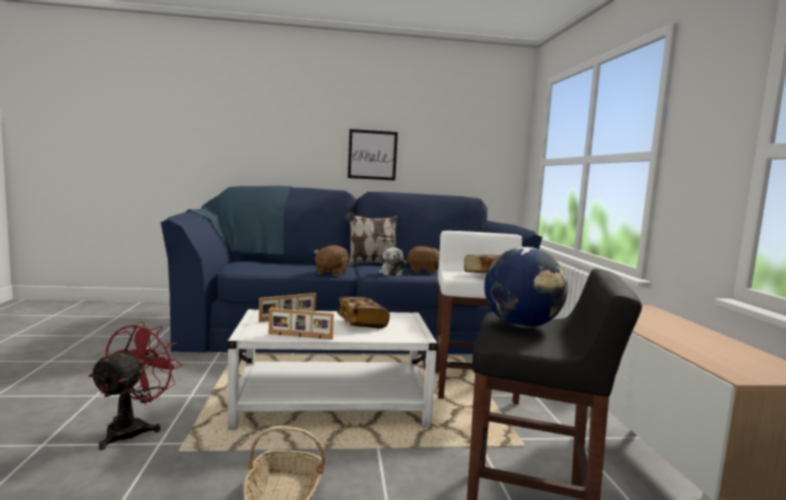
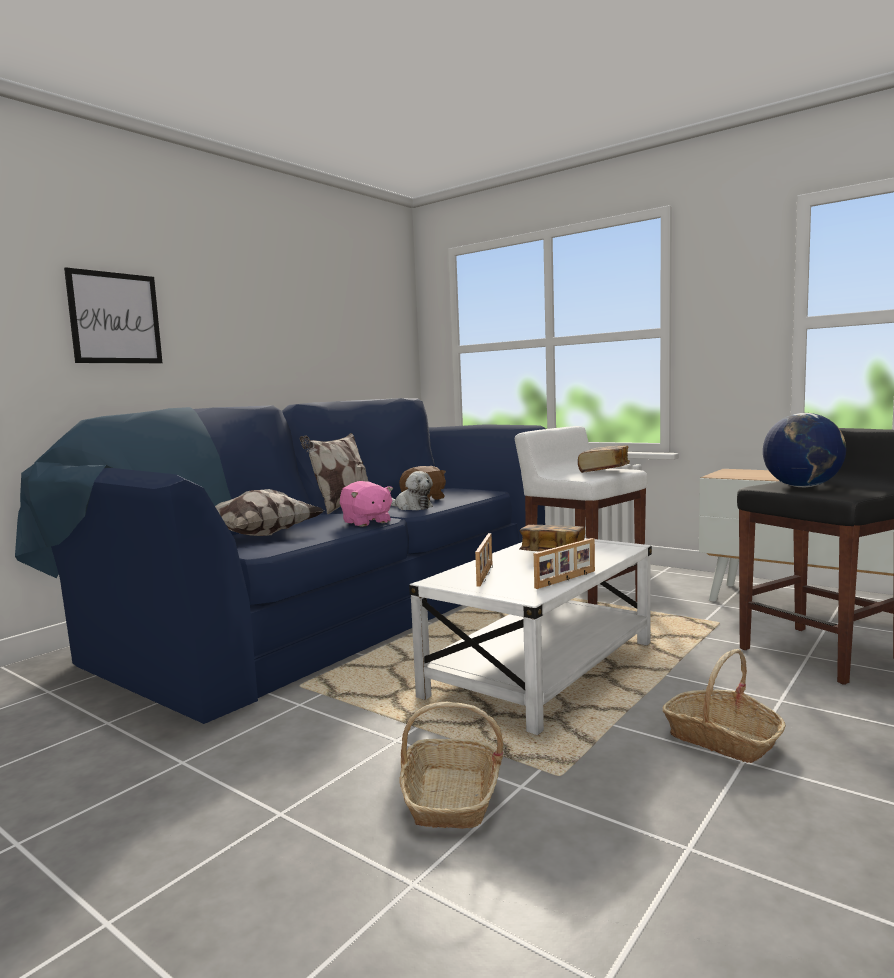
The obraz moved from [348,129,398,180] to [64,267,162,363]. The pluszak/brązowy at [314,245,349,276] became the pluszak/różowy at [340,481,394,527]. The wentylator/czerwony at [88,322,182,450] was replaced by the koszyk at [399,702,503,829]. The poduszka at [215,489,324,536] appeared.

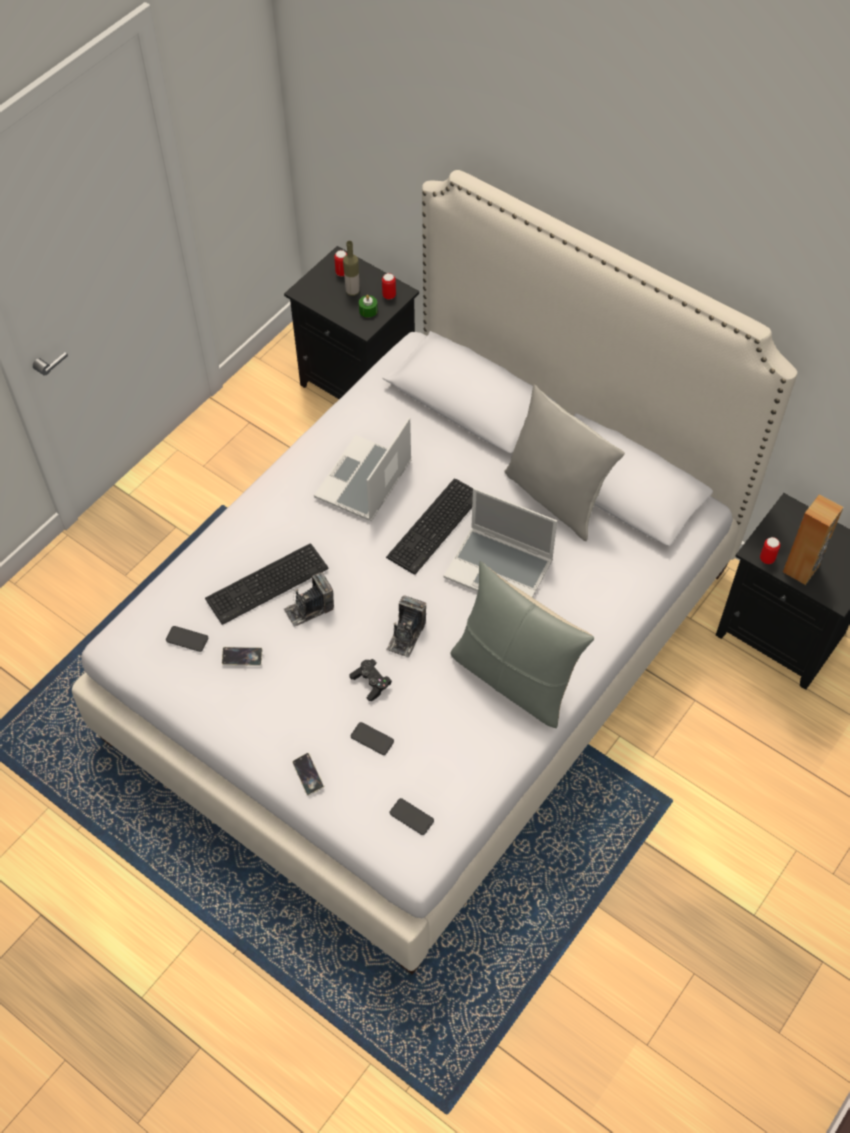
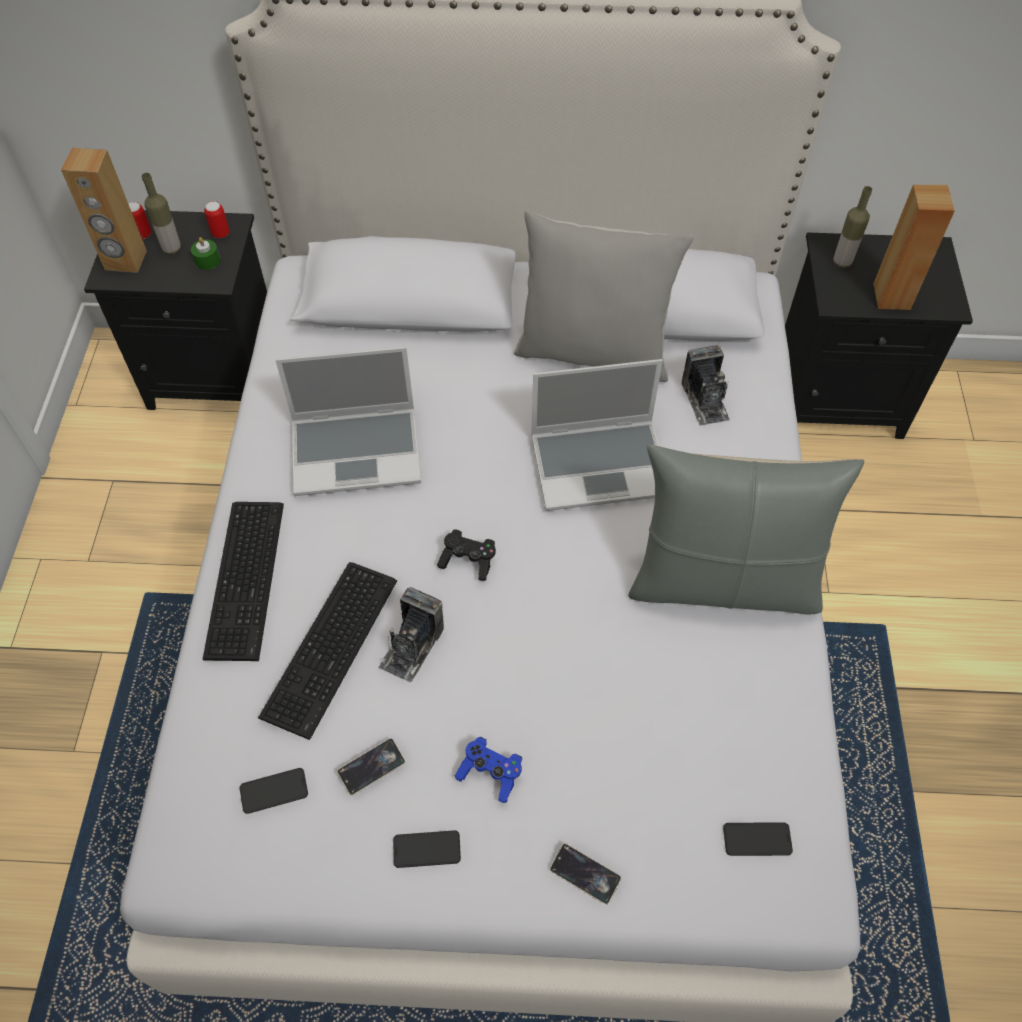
The laptop at [314,417,412,521] turned 90 degrees counterclockwise. The klawiatura moved from [386,479,473,575] to [203,502,284,661]. The puszka at [760,537,780,564] disappeared. The aparat fotograficzny moved from [386,595,426,658] to [681,345,730,426]. The pad do gier/czarny moved from [349,659,392,701] to [437,530,496,581]. The telefon moved from [351,722,394,755] to [393,830,461,868]. The głośnik/brązowy at [61,148,147,273] appeared. The butelka at [833,186,872,268] appeared. The pad do gier/niebieski at [455,737,522,803] appeared.

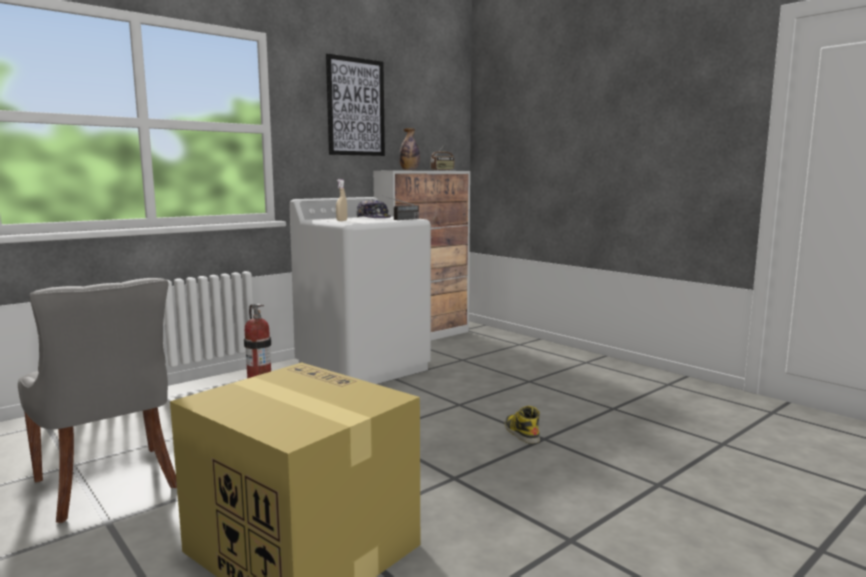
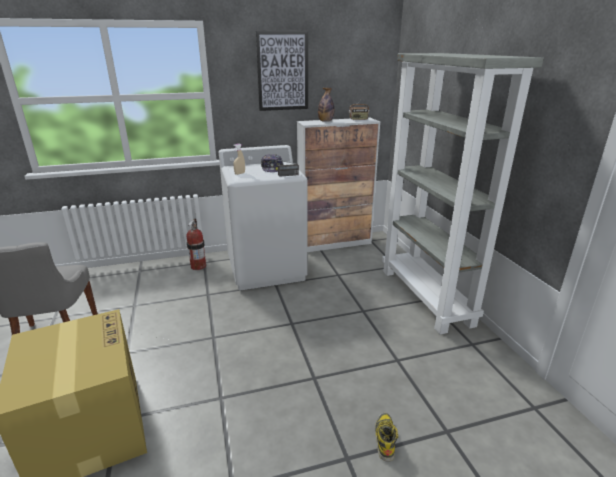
The but z cholewką moved from [504,406,540,444] to [375,413,398,462]. The regał/szary at [382,53,544,335] appeared.

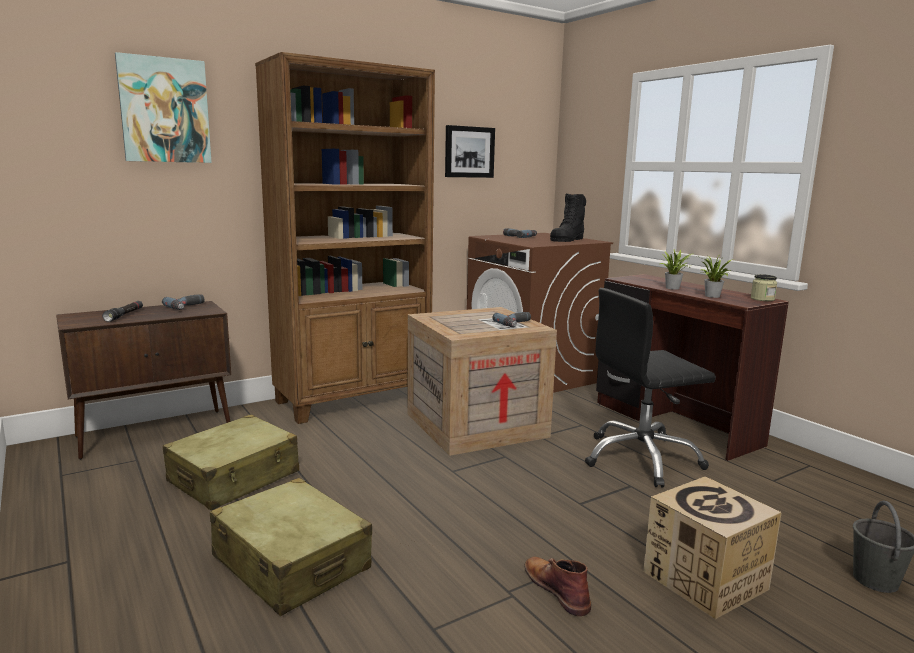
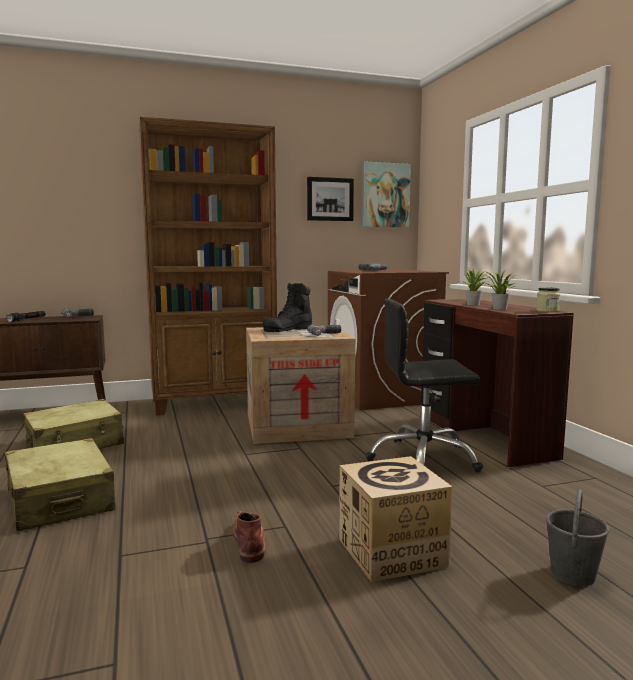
The obraz moved from [115,52,212,163] to [362,161,411,228]. The but z cholewką/czarny moved from [550,193,586,242] to [263,283,312,332].

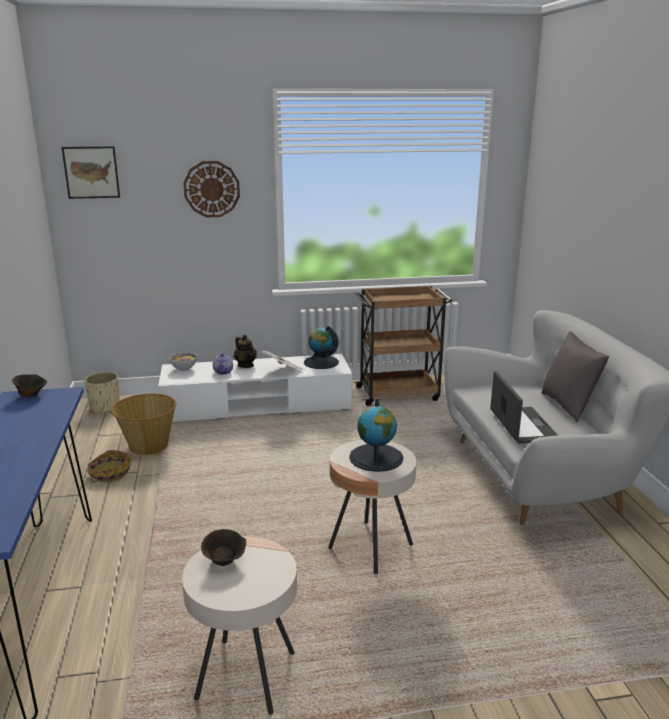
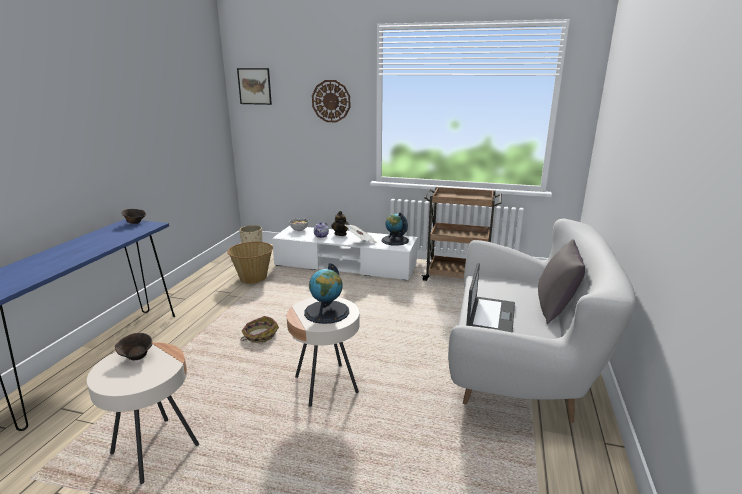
The koszyk moved from [88,450,131,482] to [241,316,279,343].

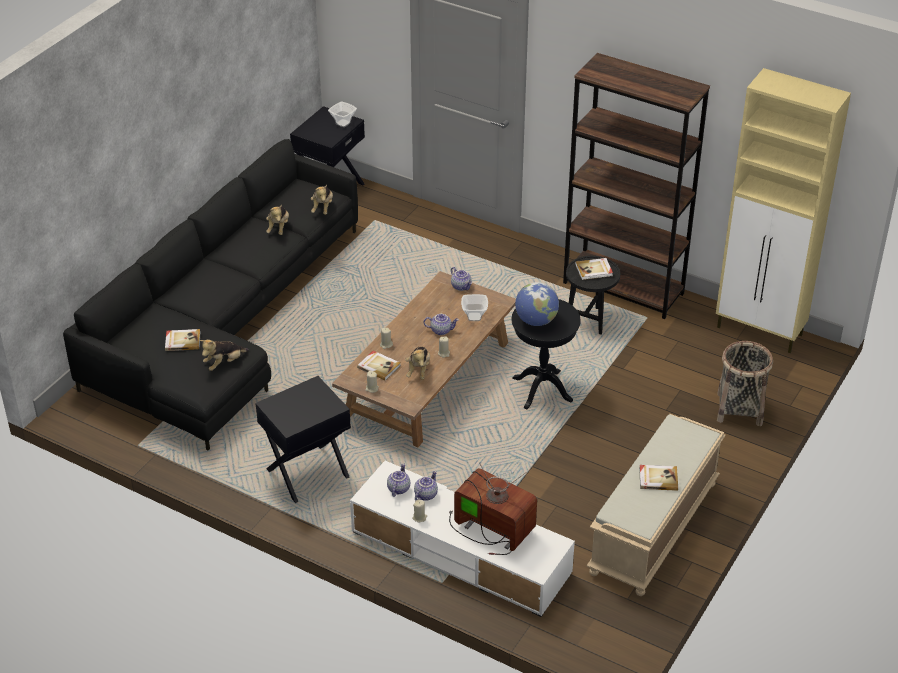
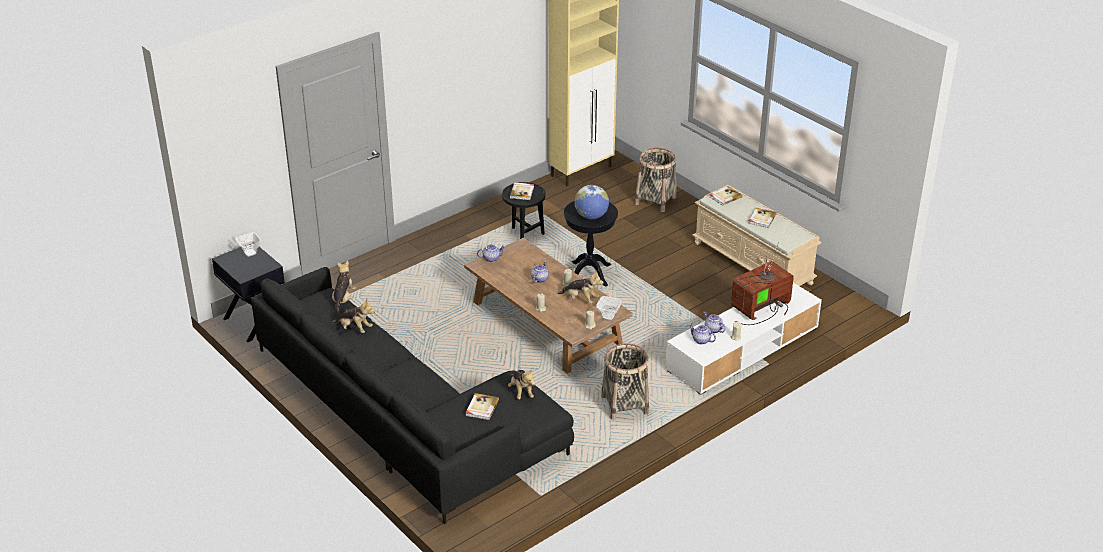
The regał/brązowy at [563,53,710,319] disappeared. The pluszak at [311,185,333,215] turned 105 degrees counterclockwise. The miska moved from [461,294,488,321] to [596,296,622,321]. The książka moved from [357,351,401,381] to [709,186,742,206]. The stolik/czarny at [255,376,351,503] was replaced by the koszyk at [601,343,649,420].

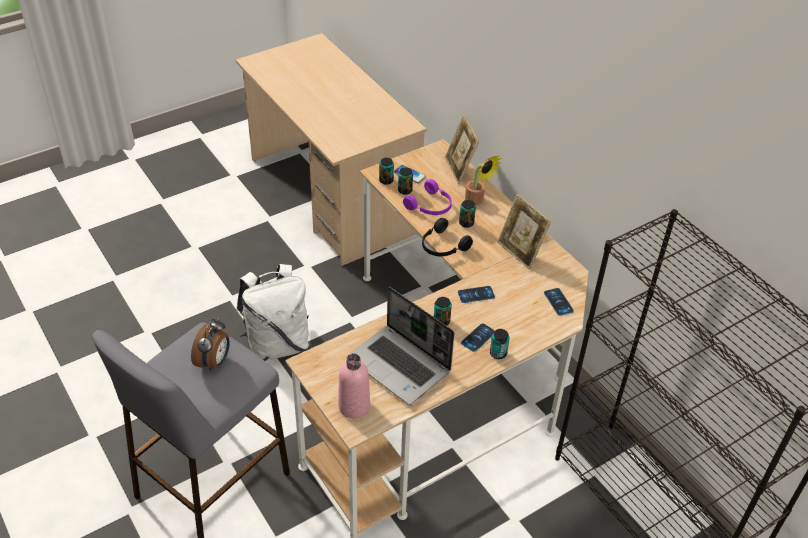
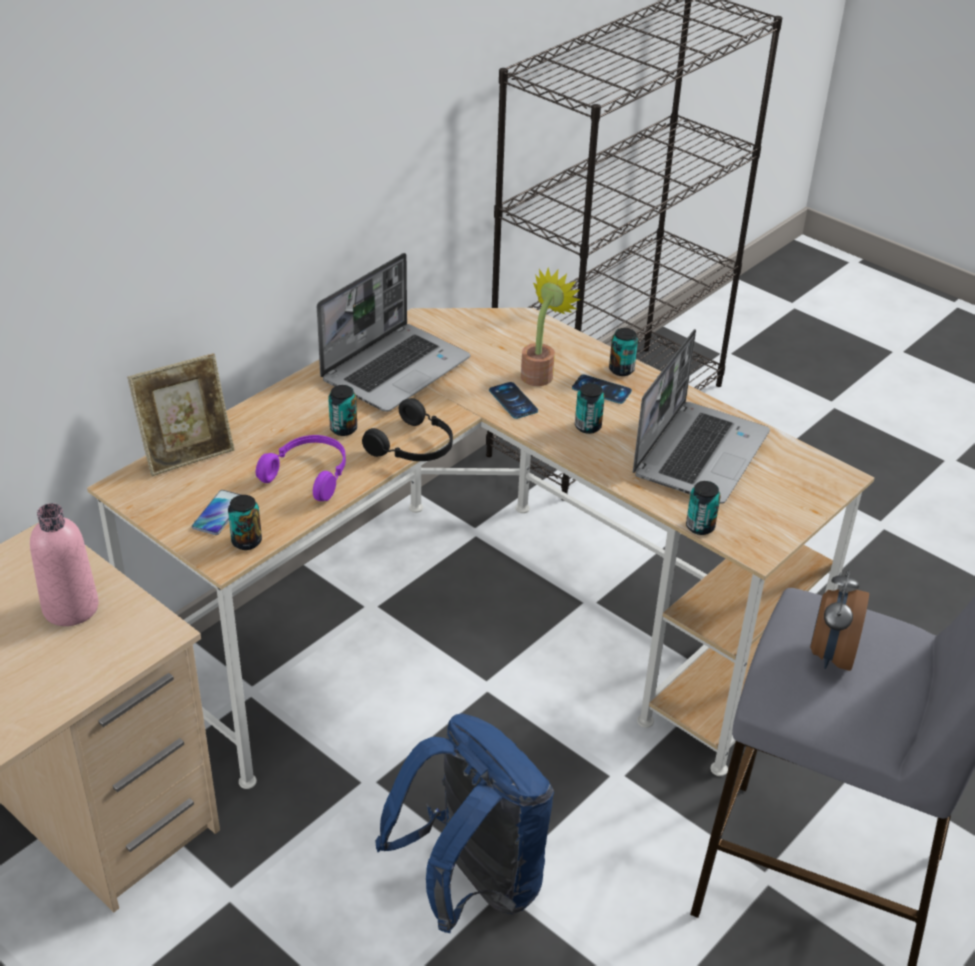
The roślina doniczkowa moved from [465,156,501,205] to [521,268,581,386]. The puszka moved from [398,167,413,195] to [686,481,721,535]. The ramka na zdjęcie at [497,194,551,270] was replaced by the laptop at [317,253,470,412]. The plecak/biały at [236,264,309,361] became the plecak/niebieski at [375,714,554,933]. The telefon at [544,288,574,316] disappeared. The budzik at [191,319,230,371] turned 75 degrees counterclockwise. The butelka/różowy moved from [338,353,370,418] to [30,503,99,626].

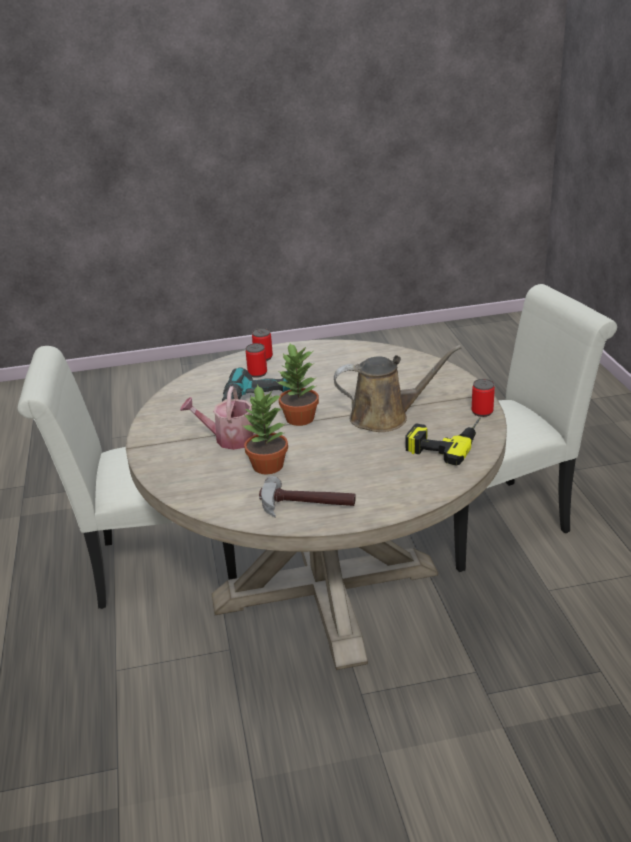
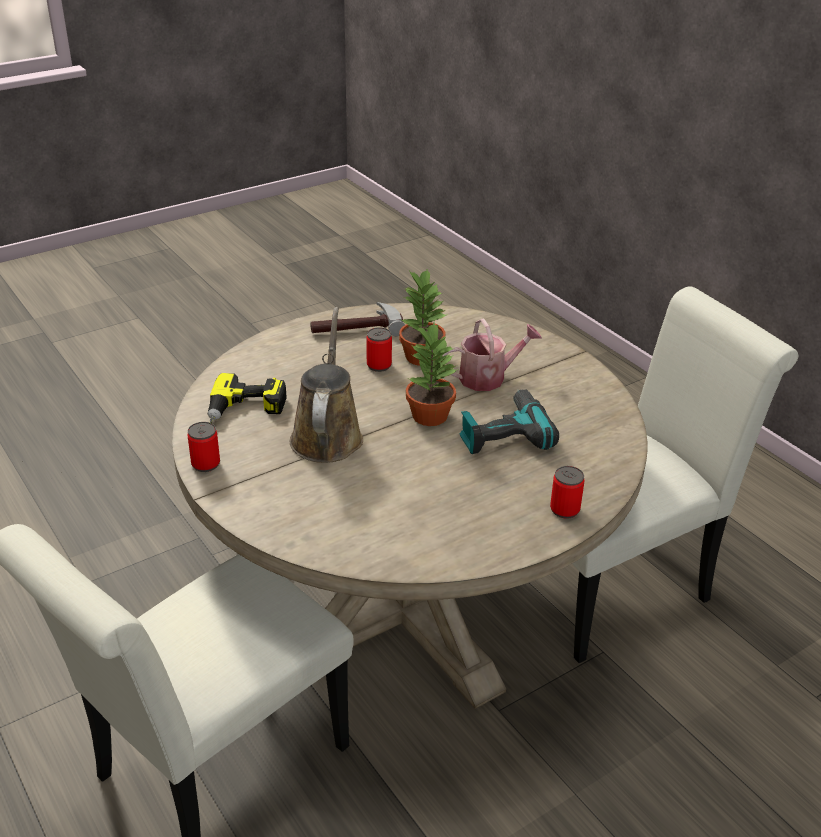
The puszka moved from [246,343,267,378] to [366,327,392,372]. The konewka/brązowy at [334,345,461,432] turned 120 degrees clockwise.

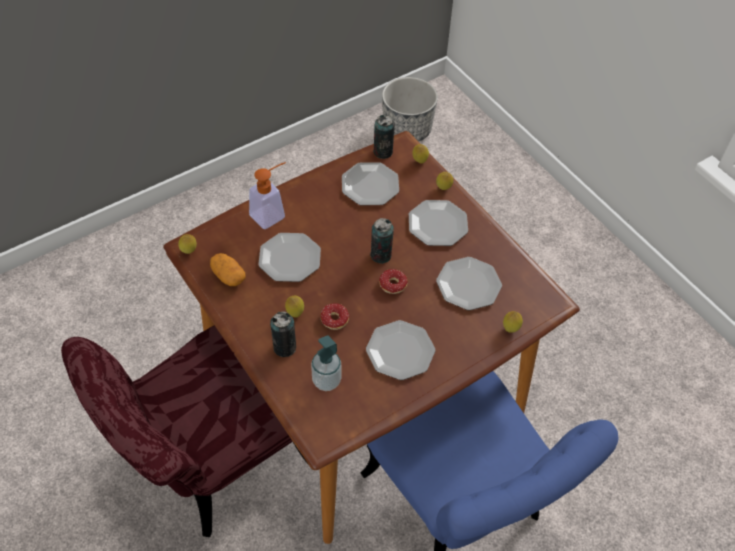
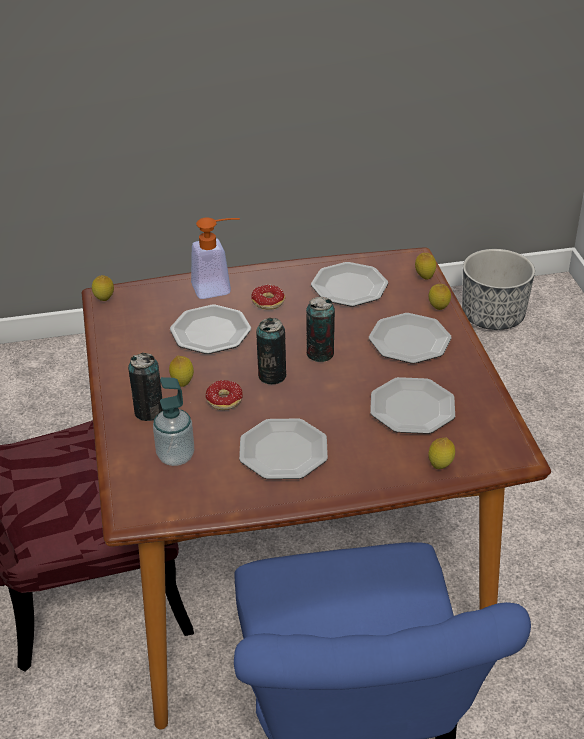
The puszka moved from [373,115,394,159] to [256,318,286,384]. The ziemniak at [210,253,245,286] disappeared. The donut moved from [379,269,408,294] to [251,285,285,310].

